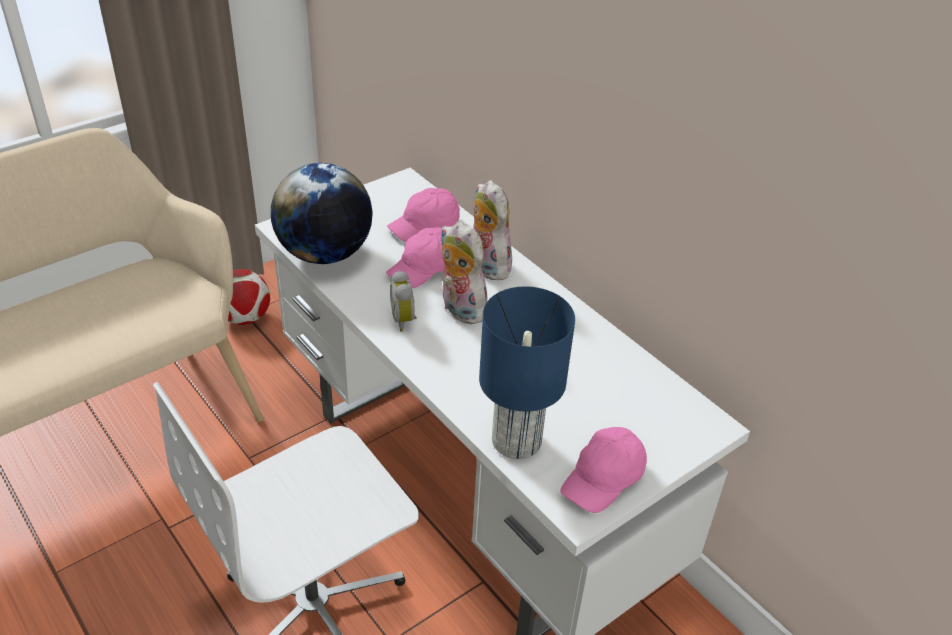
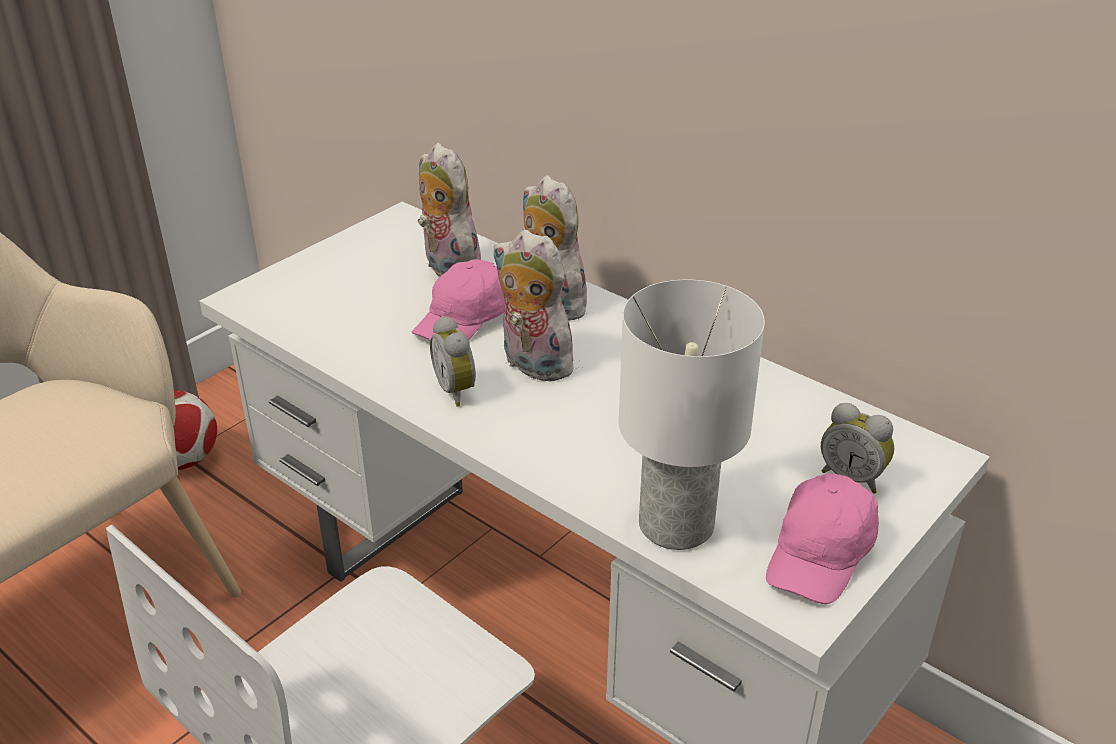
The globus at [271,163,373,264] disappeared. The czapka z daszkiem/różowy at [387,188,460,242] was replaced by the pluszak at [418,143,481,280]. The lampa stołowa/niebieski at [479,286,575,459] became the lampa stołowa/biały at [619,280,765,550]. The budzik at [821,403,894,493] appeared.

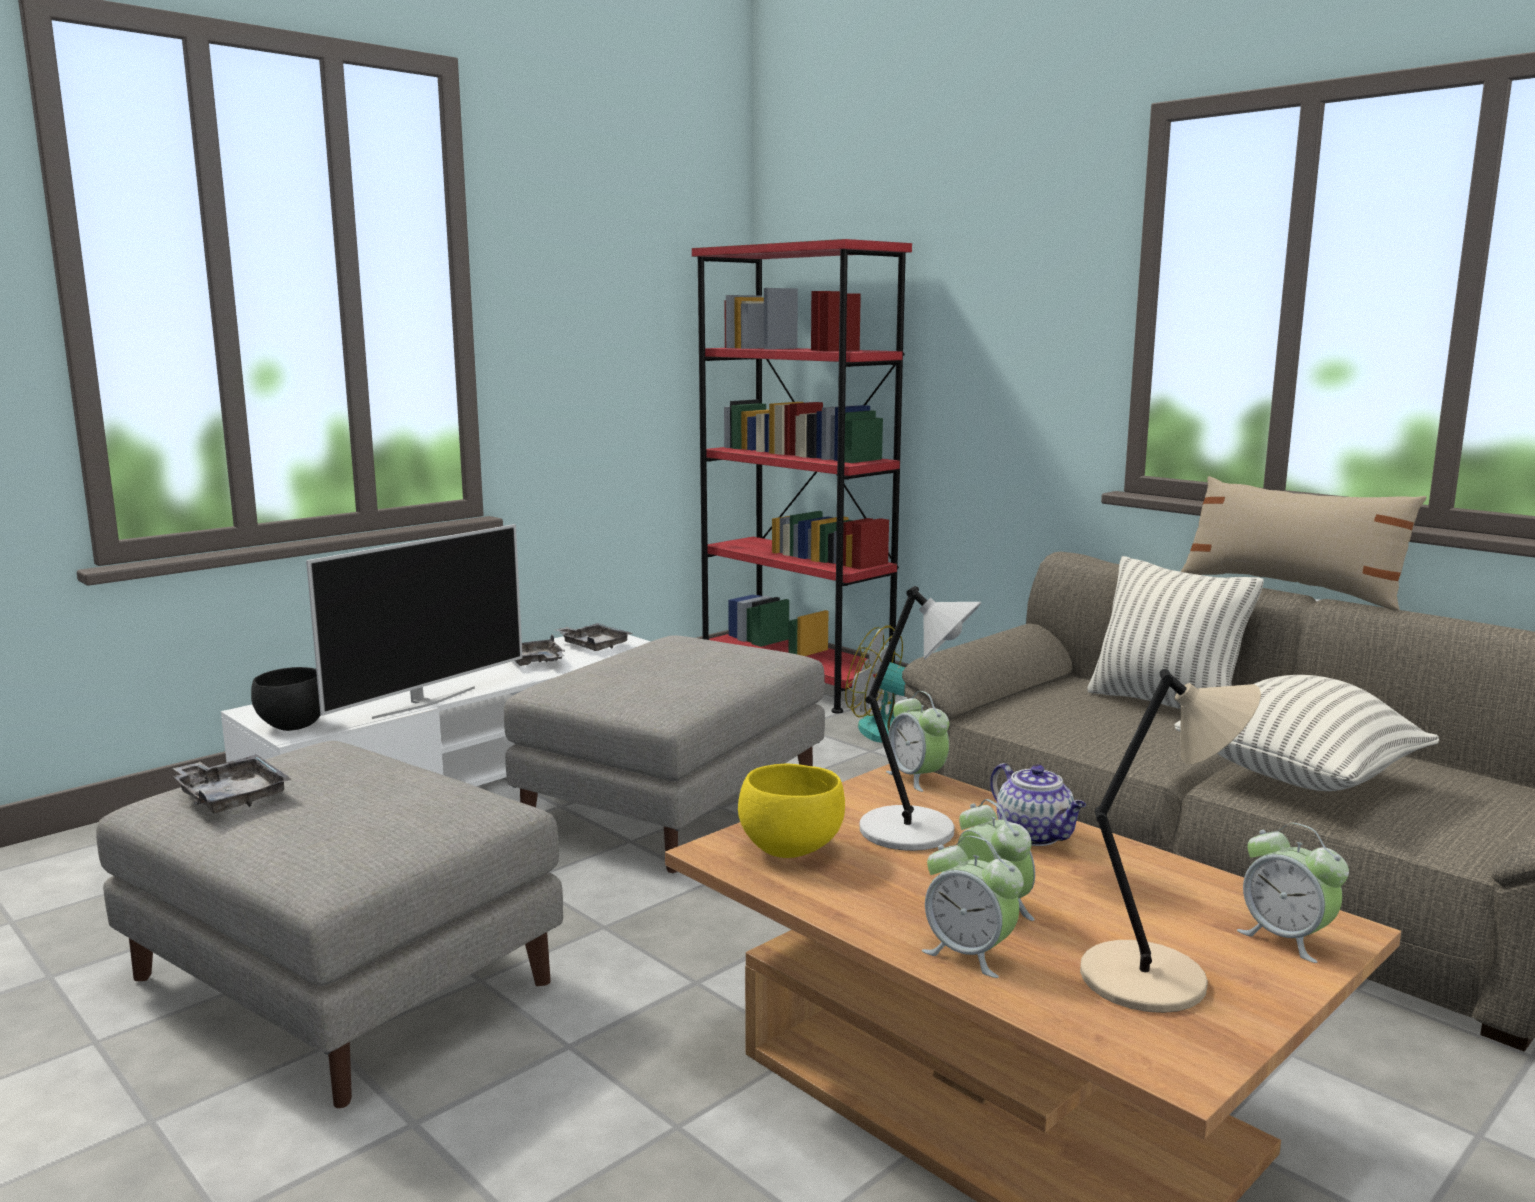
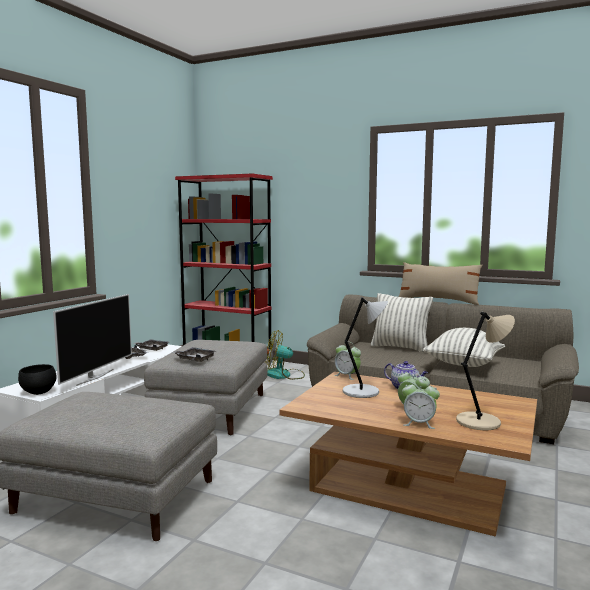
The taca/szary moved from [173,754,291,813] to [172,347,216,362]. The miska/żółty at [738,764,845,858] disappeared. The budzik at [1237,823,1349,963] disappeared.

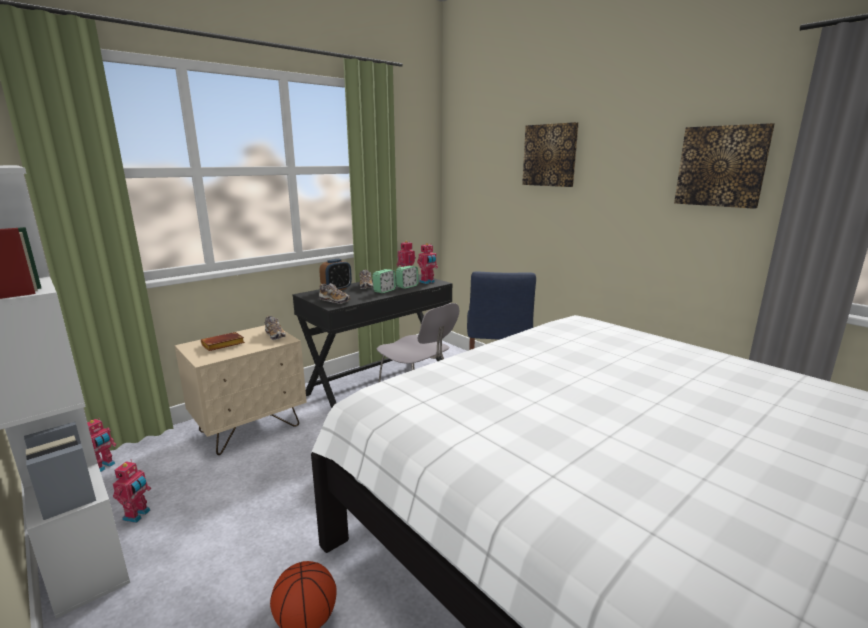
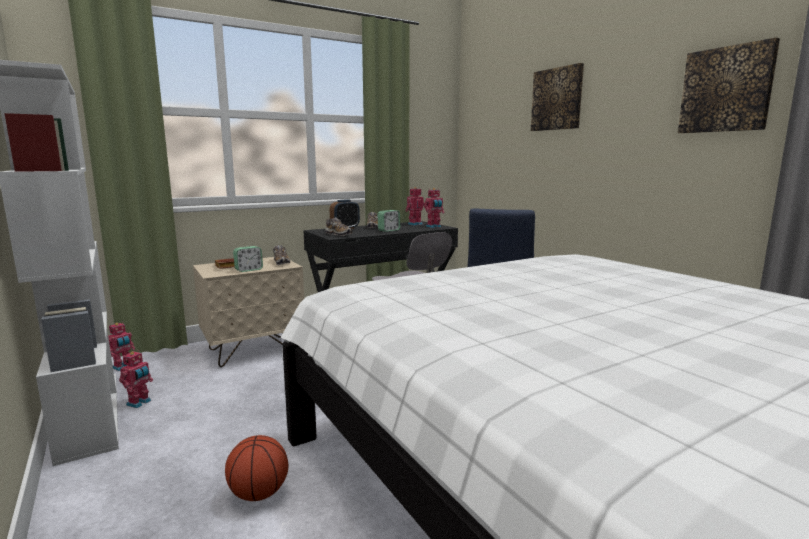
The budzik moved from [396,266,419,289] to [233,246,263,272].

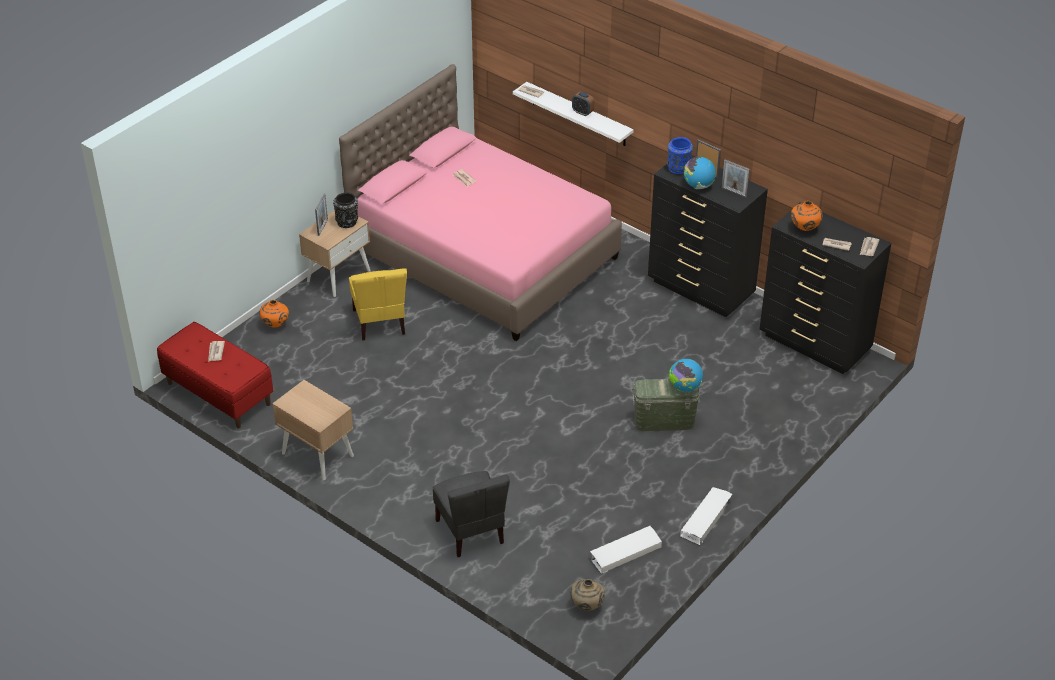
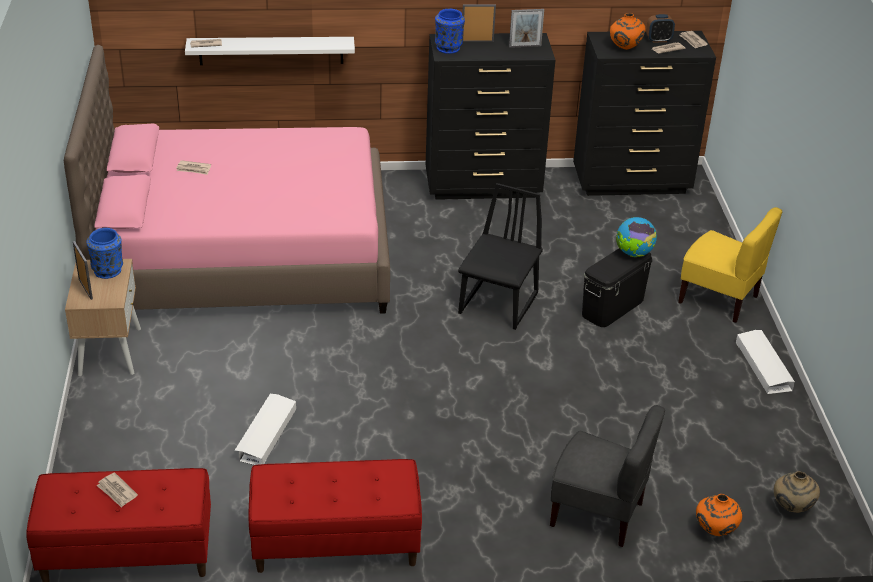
The budzik moved from [572,92,594,116] to [646,14,675,43]. The globus at [684,157,716,189] disappeared. The wazon/czarny at [333,192,358,228] became the wazon/niebieski at [86,228,123,279]. The krzesło/żółty moved from [349,268,407,341] to [678,207,782,323]. The wazon/pomarańczowy moved from [259,300,289,327] to [696,494,743,536]. The pojemnik do przechowywania/zielony at [632,379,701,431] became the pojemnik do przechowywania/czarny at [582,248,652,327]. The szafka nocna/beżowy at [272,380,354,480] was replaced by the ławka/czerwony at [249,459,422,573]. The pojemnik do przechowywania/biały moved from [590,526,662,574] to [234,394,296,465]. The krzesło/czarny at [458,183,543,330] appeared.

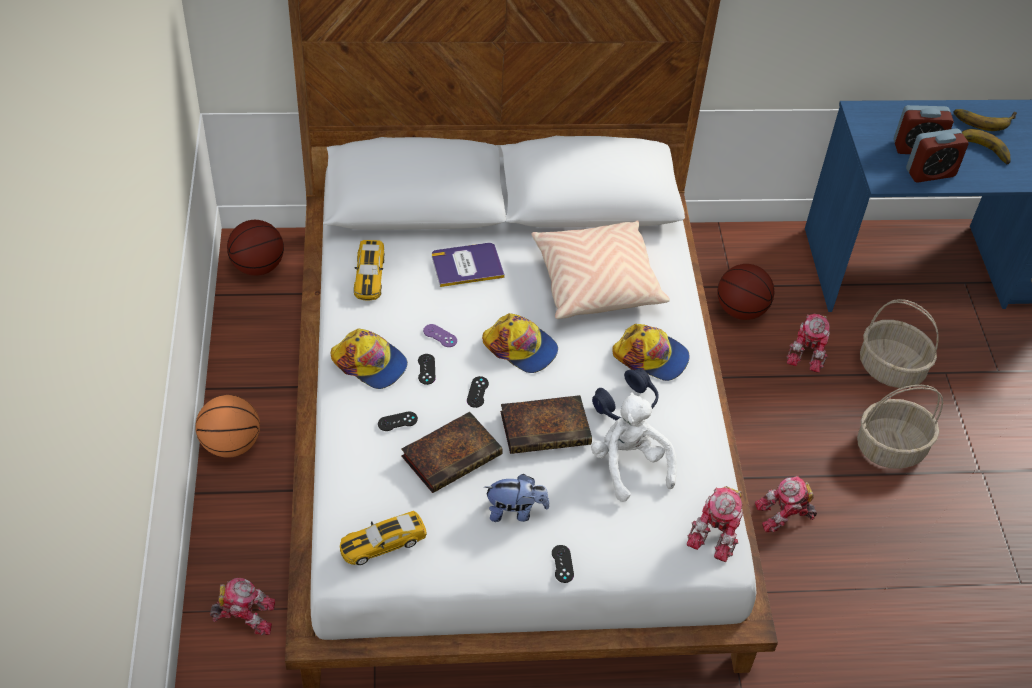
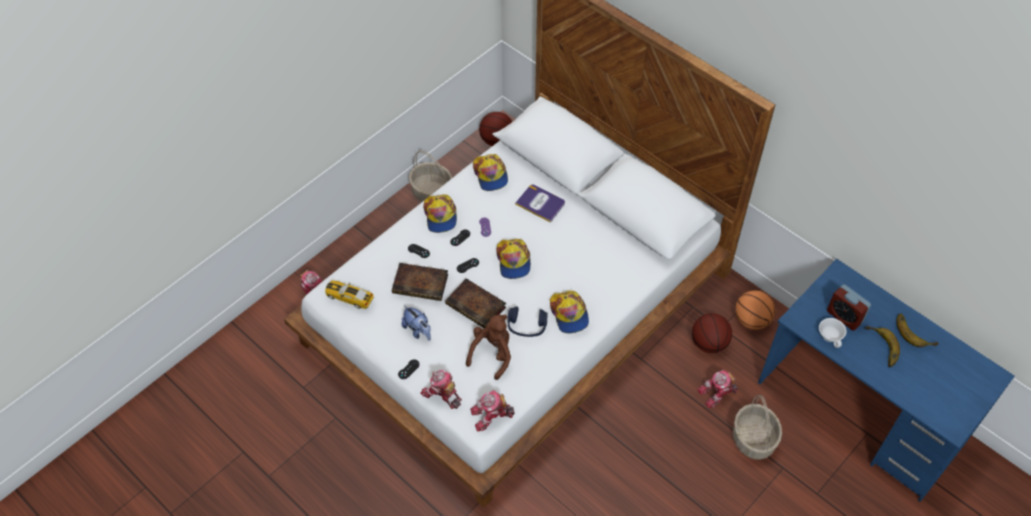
The budzik at [906,128,968,183] was replaced by the filiżanka/biały at [819,318,846,348]. The poduszka/beżowy at [531,220,670,319] disappeared. The samochodzik at [354,240,385,301] was replaced by the czapka z daszkiem at [473,154,508,191]. The koszyk moved from [857,385,943,469] to [409,150,452,202]. The pluszak/biały at [591,392,677,502] became the pluszak/brązowy at [466,315,511,380]. The piłka do koszykówki moved from [195,395,260,458] to [735,290,776,330]. The robot zabawkowy moved from [755,476,817,533] to [420,370,462,409].

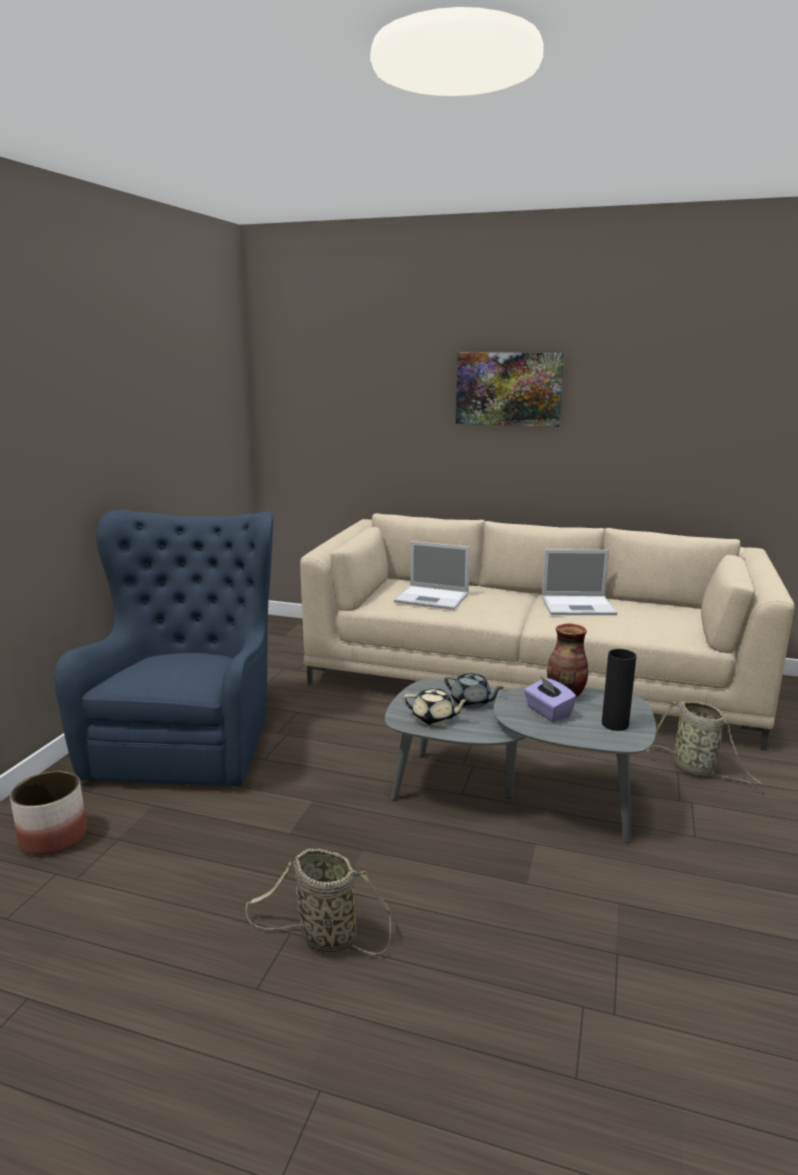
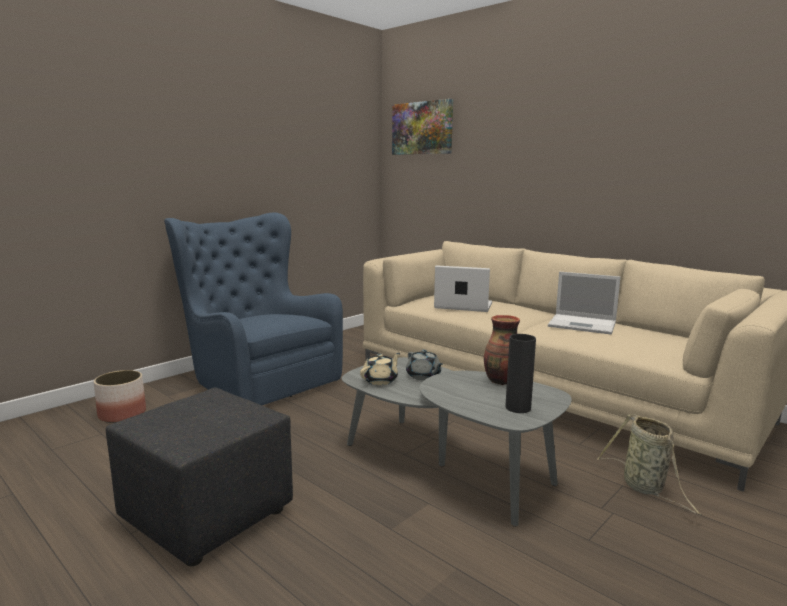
The obraz moved from [456,352,564,427] to [392,99,453,155]. The fotel/niebieski at [54,510,274,787] turned 75 degrees counterclockwise. The laptop at [394,541,470,610] turned 150 degrees clockwise. The pudełko chusteczek/fioletowy at [524,676,577,722] disappeared. The imbryk/beżowy at [403,688,470,726] turned 90 degrees counterclockwise. The koszyk at [246,849,391,955] was replaced by the pufa/czarny at [106,387,293,566].

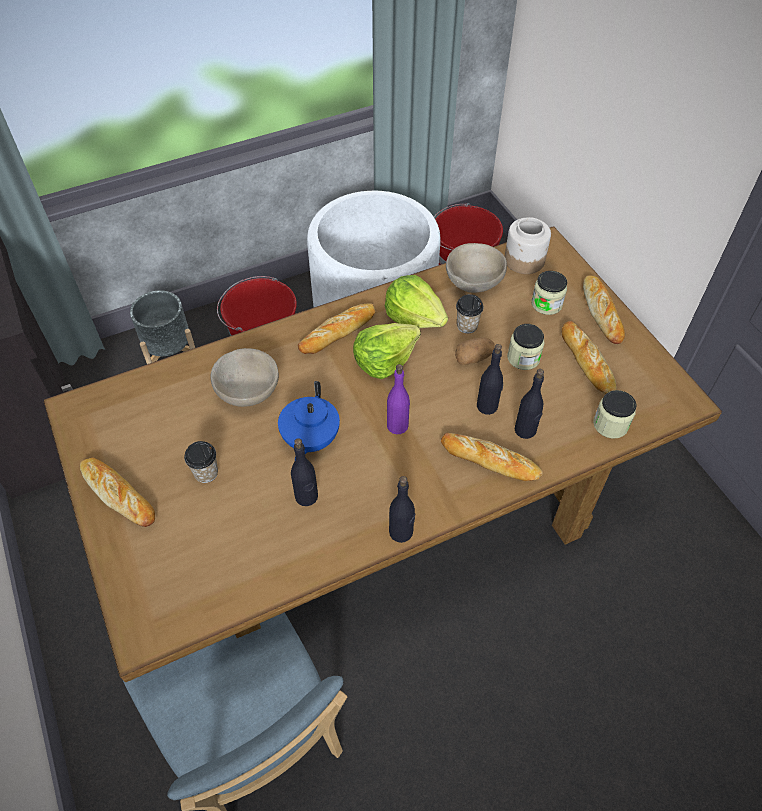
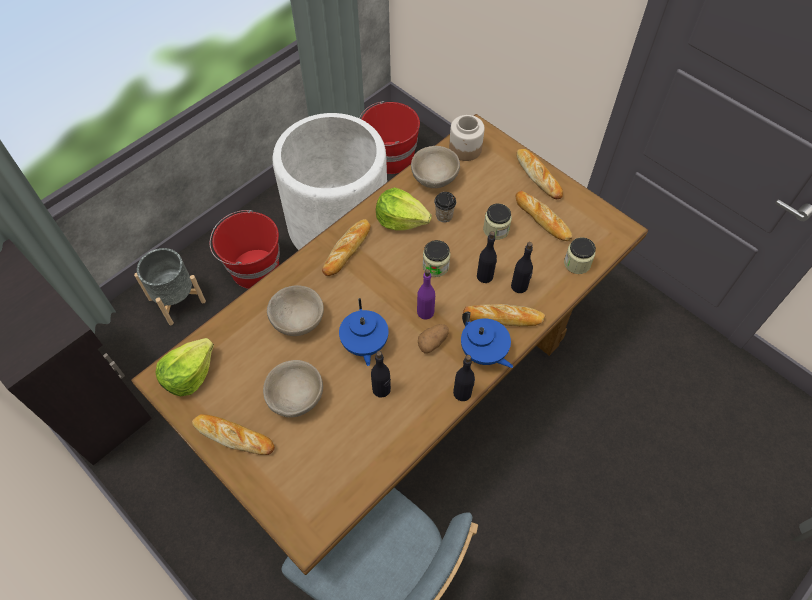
The słoik moved from [531,271,567,315] to [423,240,450,277]. The sałata moved from [353,323,421,379] to [155,338,214,396]. The ziemniak moved from [455,338,495,365] to [418,324,449,354]. The filiżanka at [184,441,218,483] was replaced by the miska/beżowy at [263,360,323,418]. The imbryk/niebieski at [461,311,513,368] appeared.

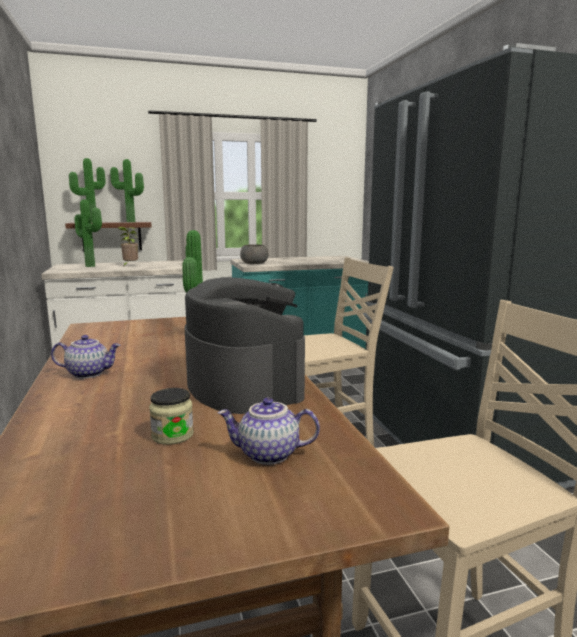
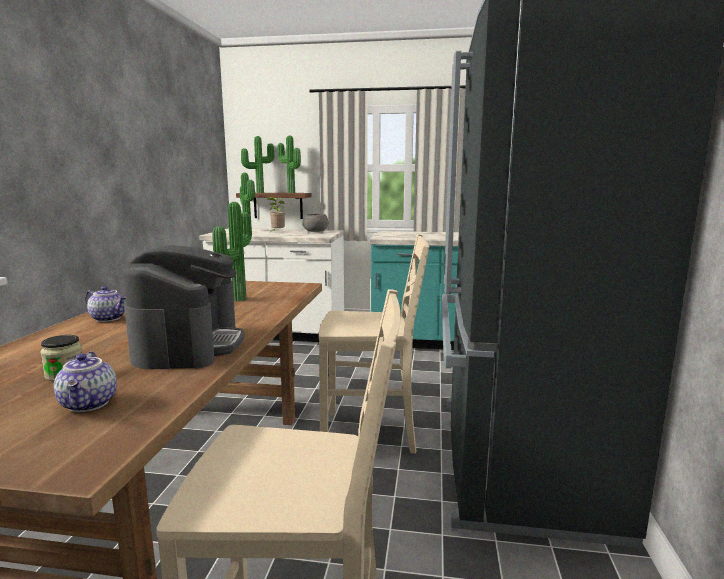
The miska/szary moved from [240,244,268,264] to [302,214,329,232]. The imbryk at [217,398,320,465] turned 135 degrees counterclockwise.

